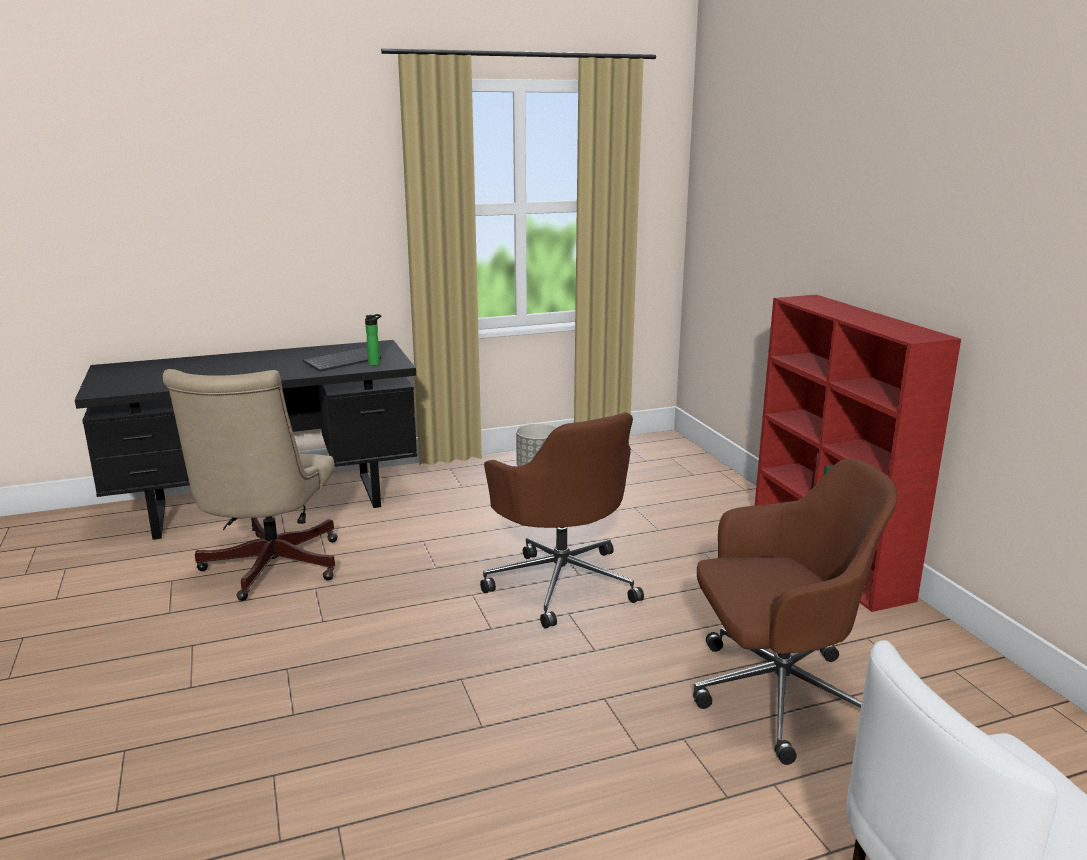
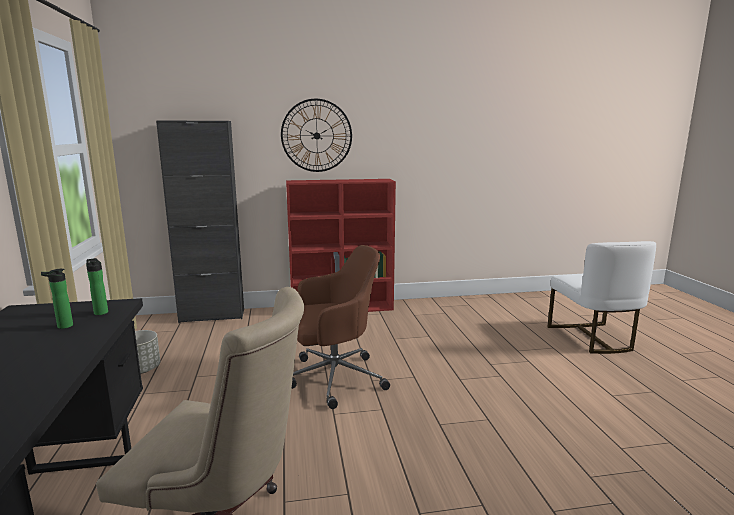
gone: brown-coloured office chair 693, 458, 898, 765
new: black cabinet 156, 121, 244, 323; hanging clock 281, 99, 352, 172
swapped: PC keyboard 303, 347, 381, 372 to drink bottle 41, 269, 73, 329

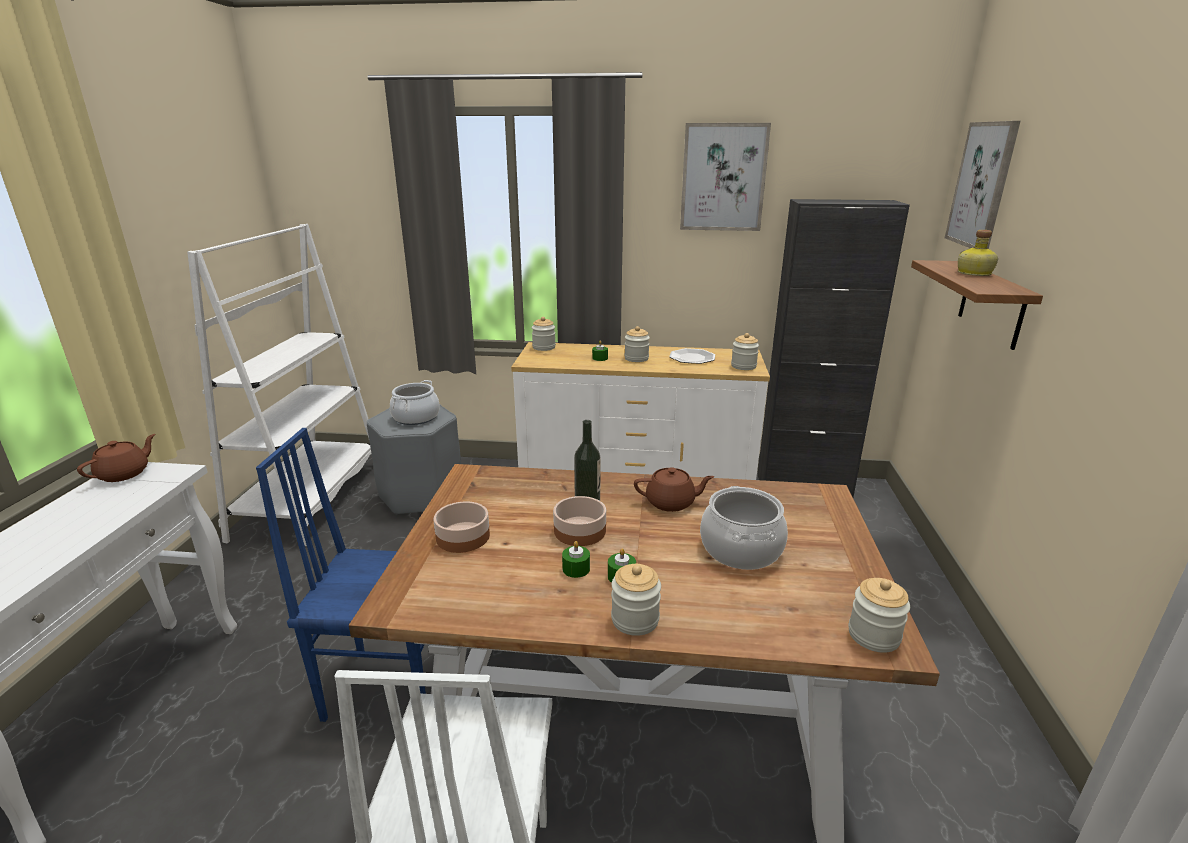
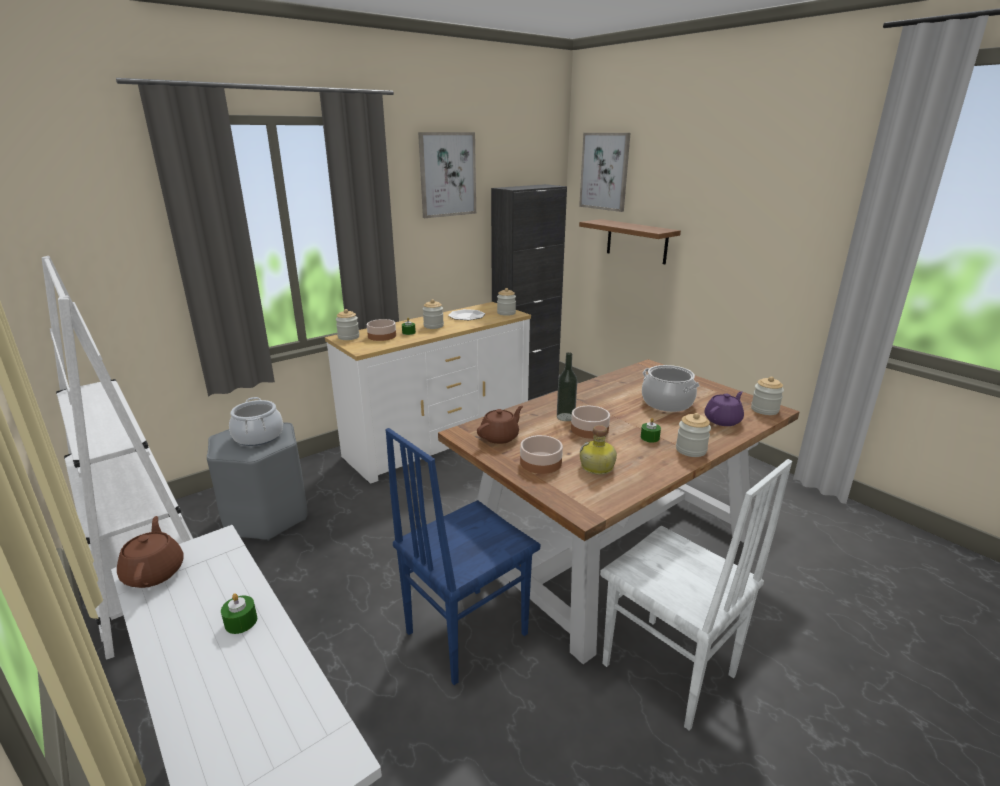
new: deep dish 367, 319, 396, 341; purple-coloured pot for tea 704, 391, 744, 426
shifted: green candle 562, 541, 590, 578 to 221, 593, 257, 634; brown-coloured pot for tea 634, 467, 715, 512 to 477, 406, 523, 444; drink bottle 958, 230, 998, 276 to 580, 425, 617, 474

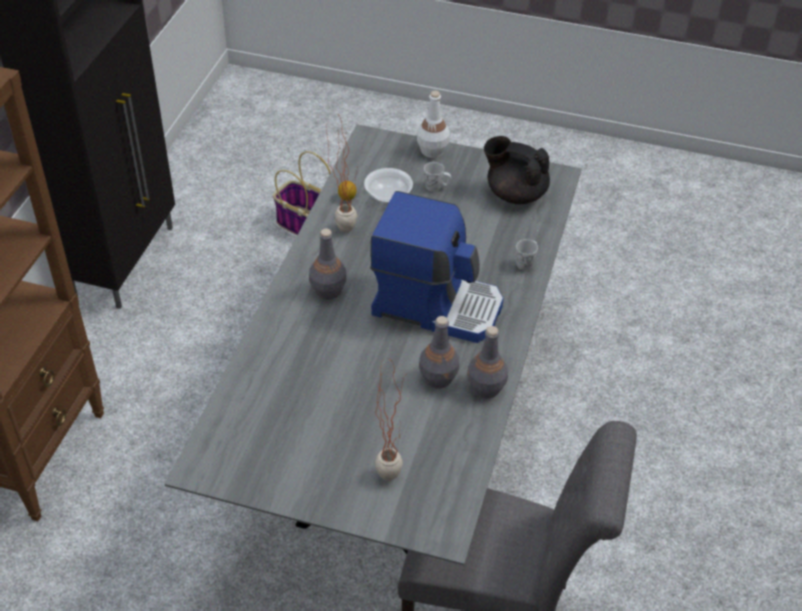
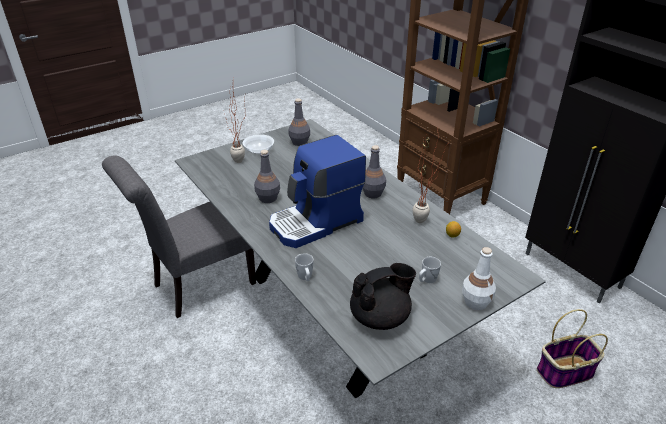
shifted: deep dish 364, 168, 413, 203 to 242, 134, 274, 154; grey drink bottle 467, 326, 508, 399 to 289, 98, 310, 146

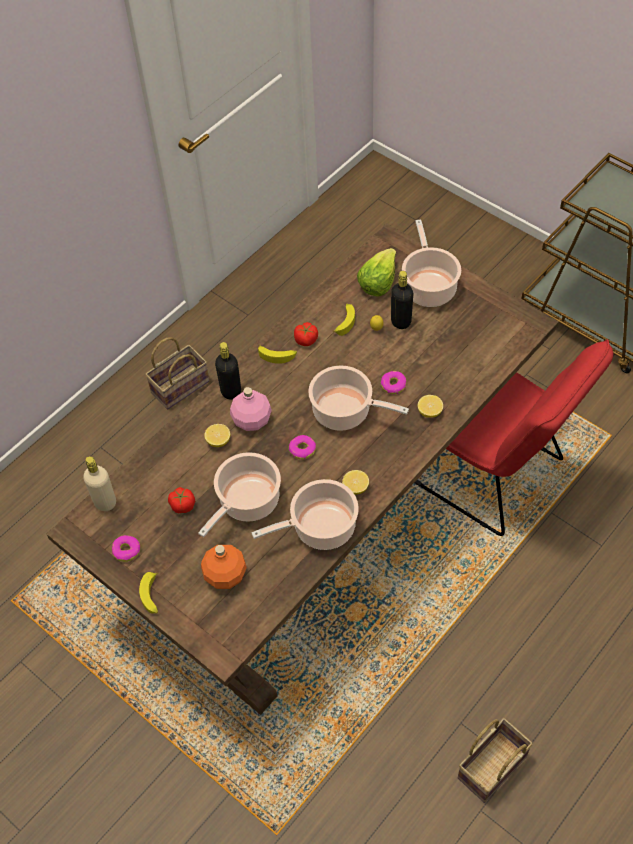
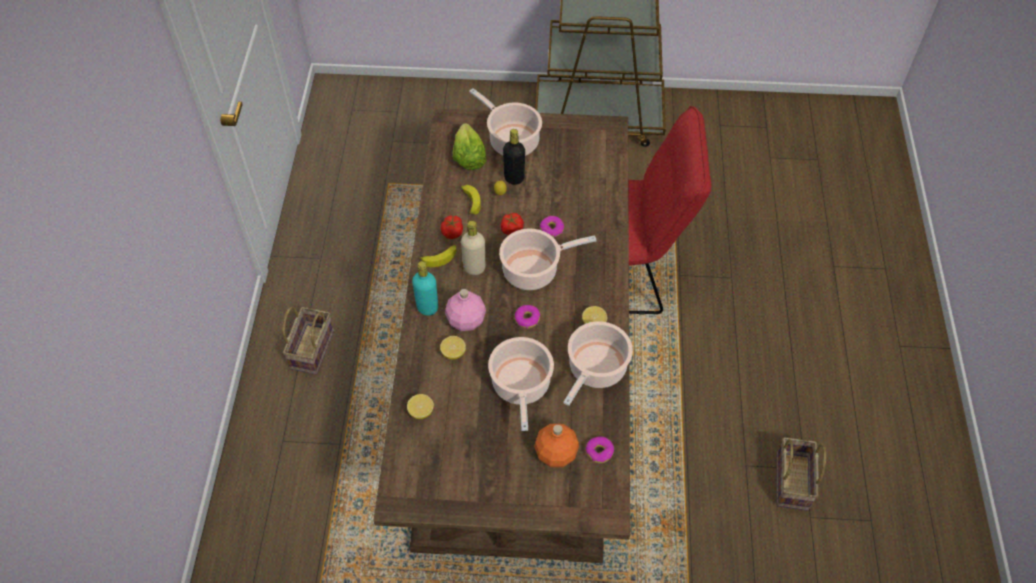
gone: banana fruit 139, 572, 158, 614
shifted: citrus fruit 418, 395, 443, 418 to 407, 394, 434, 419; beige-coloured drink bottle 83, 456, 116, 511 to 461, 221, 485, 275; fresh tomato 168, 487, 195, 513 to 501, 213, 524, 235; doughnut 112, 535, 140, 562 to 586, 436, 614, 463
repainted: black drink bottle 215, 342, 241, 400 to blue-green drink bottle 412, 261, 438, 316

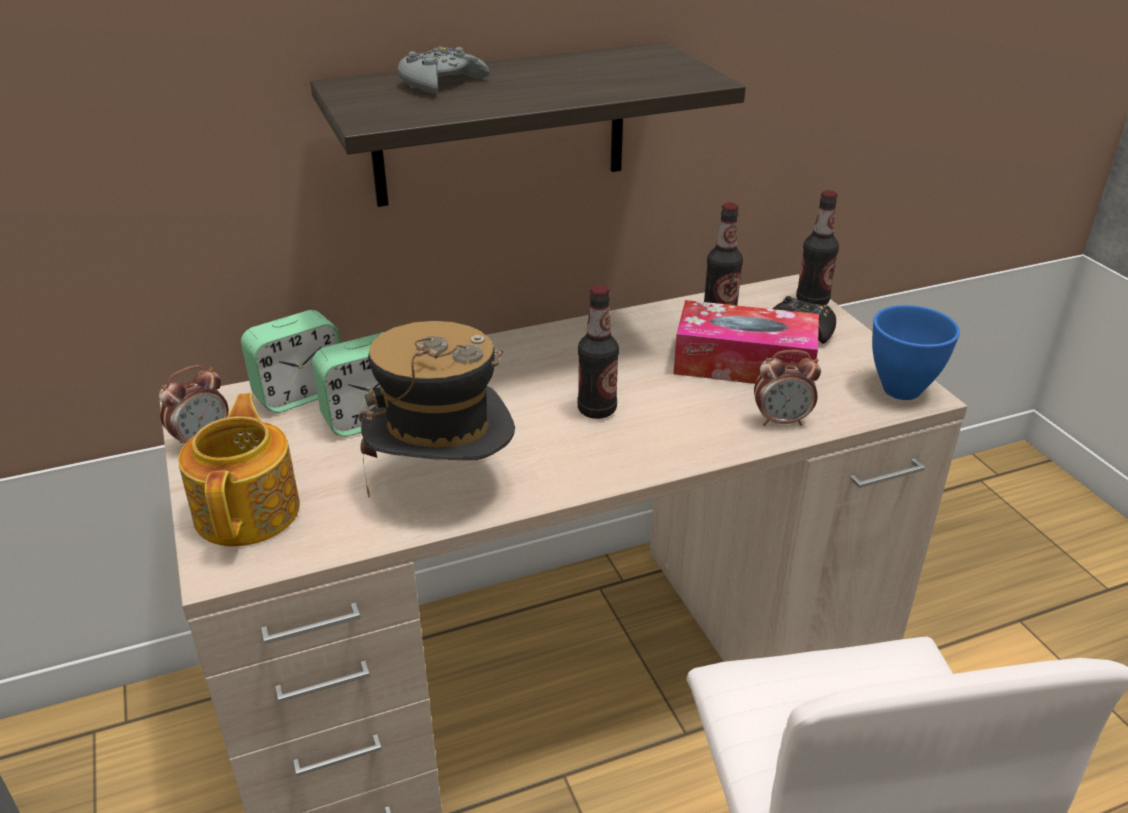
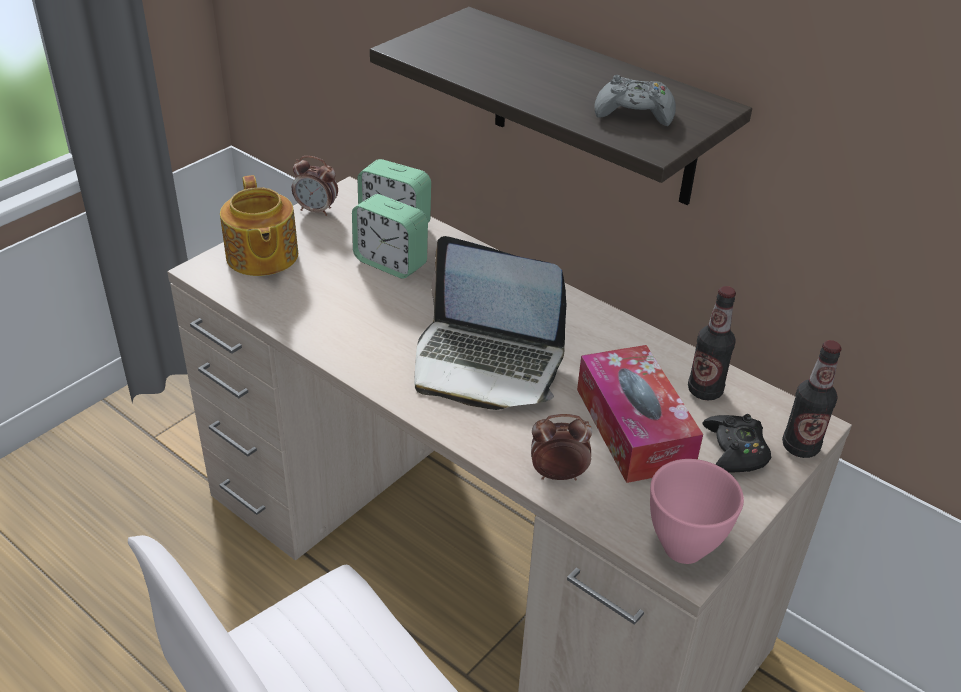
gone: hat 359, 321, 515, 498
shifted: grey game controller 398, 46, 489, 94 to 594, 75, 676, 126
swapped: drink bottle 577, 285, 619, 419 to portable computer 414, 236, 567, 410
repainted: blue deep dish 872, 305, 960, 400 to pink deep dish 650, 459, 744, 564
rotated: pot for tea 178, 393, 300, 547 = 220, 175, 298, 276 105 degrees clockwise; alarm clock 754, 350, 821, 426 = 531, 414, 592, 481 120 degrees clockwise

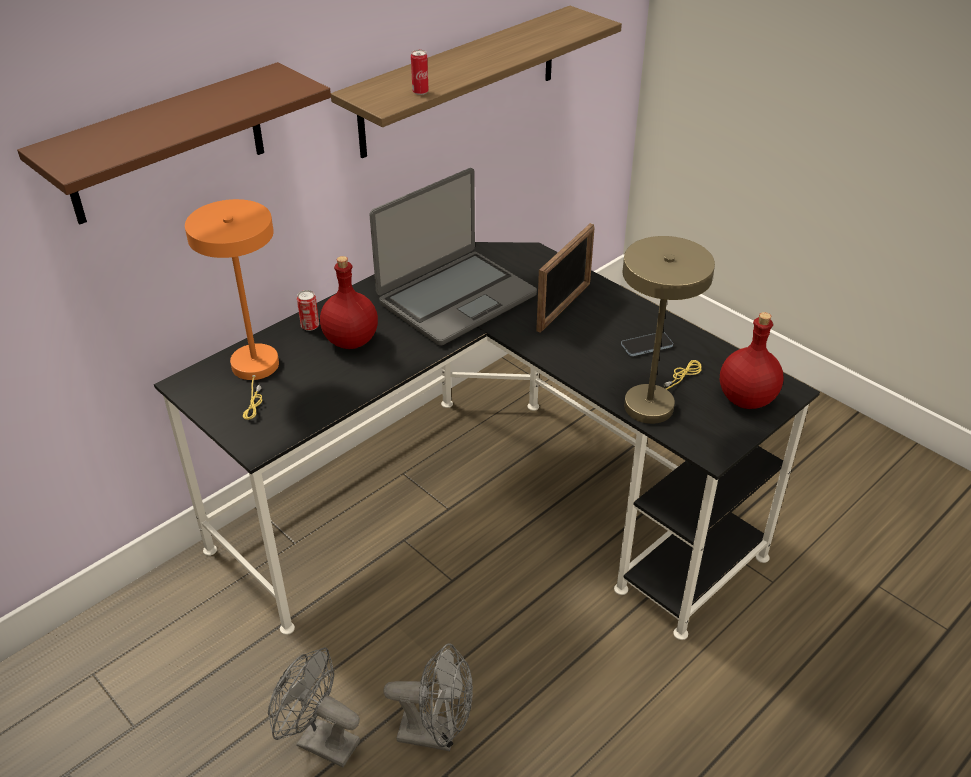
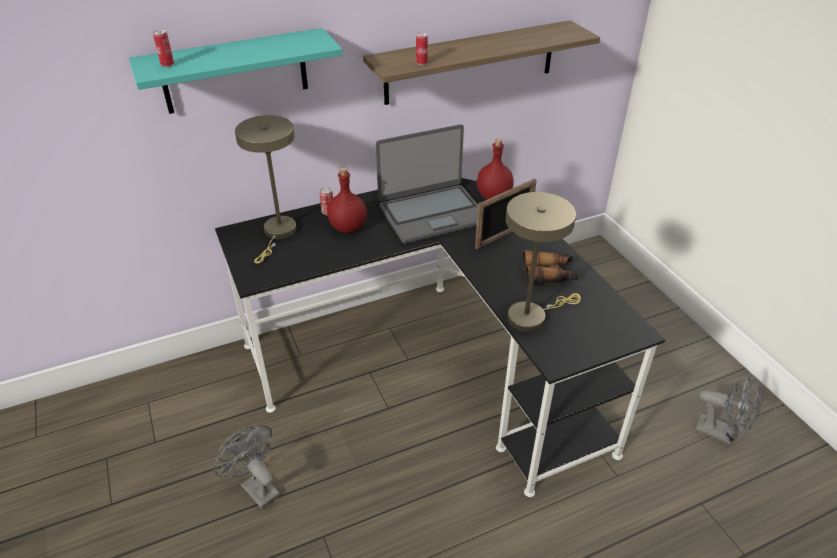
new: sealed can 153, 30, 174, 67
shifted: reddish drink bottle 720, 312, 783, 409 to 477, 139, 514, 199; grey fan 384, 643, 473, 751 to 695, 375, 762, 444
swapped: phone 621, 332, 673, 356 to field glasses 522, 250, 578, 286
repainted: brown-coloured shelf 17, 62, 331, 224 to blue-green shelf 129, 28, 343, 114; orange-coloured table lamp 185, 199, 279, 420 to beige-coloured table lamp 235, 115, 296, 263

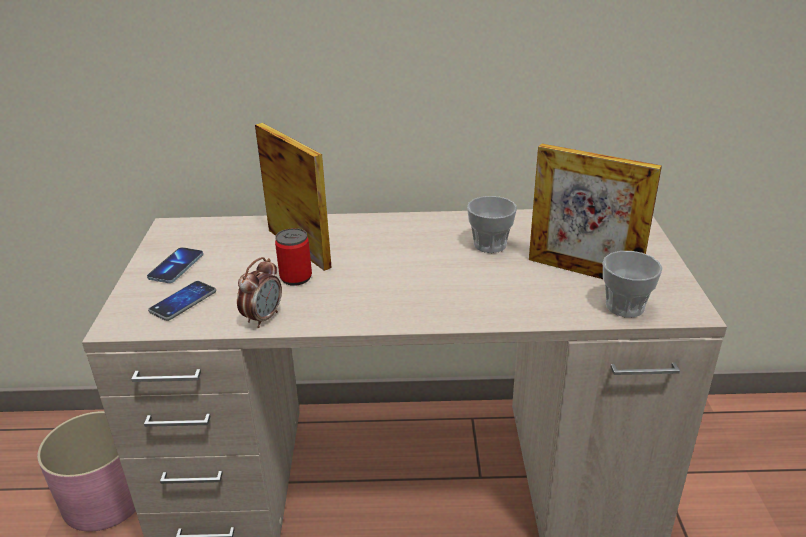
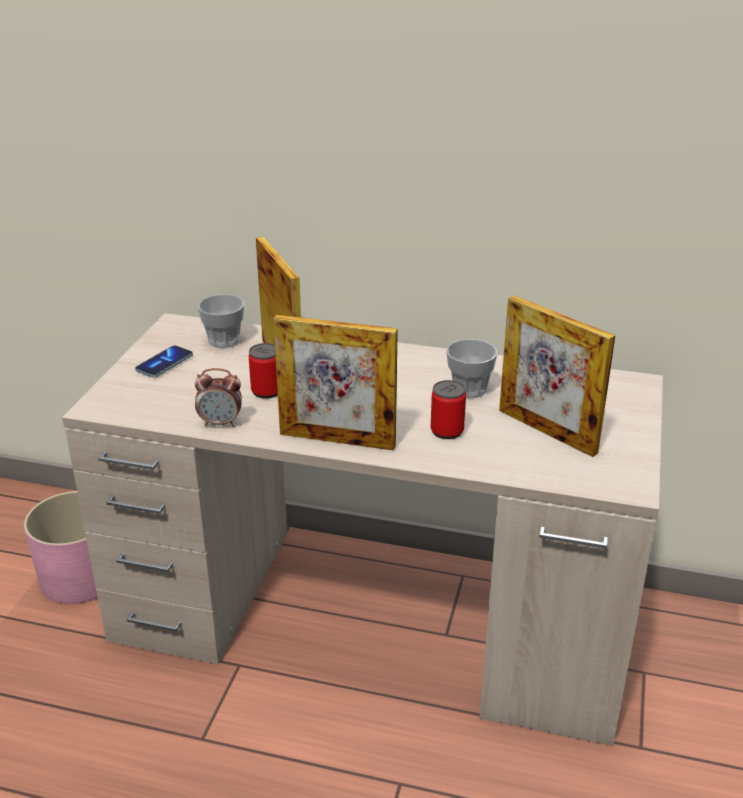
gone: phone 148, 281, 216, 321
new: standing frame 273, 315, 398, 451; sealed can 431, 380, 466, 439
shifted: small cup 603, 251, 663, 317 to 198, 294, 244, 348
rotated: alarm clock 237, 257, 282, 328 = 195, 368, 242, 427 45 degrees clockwise

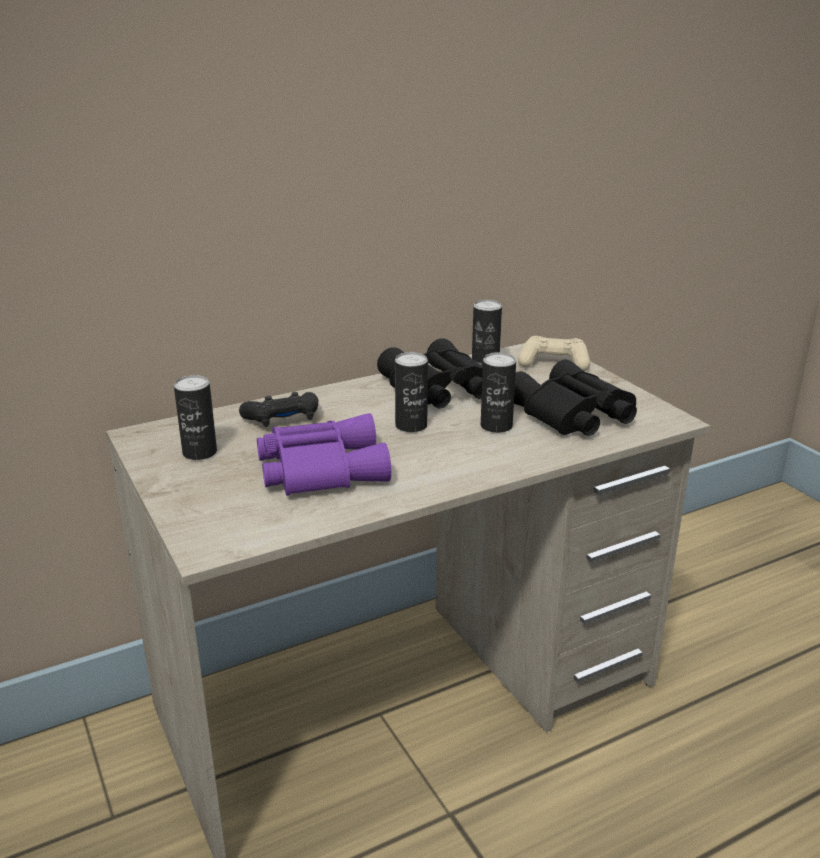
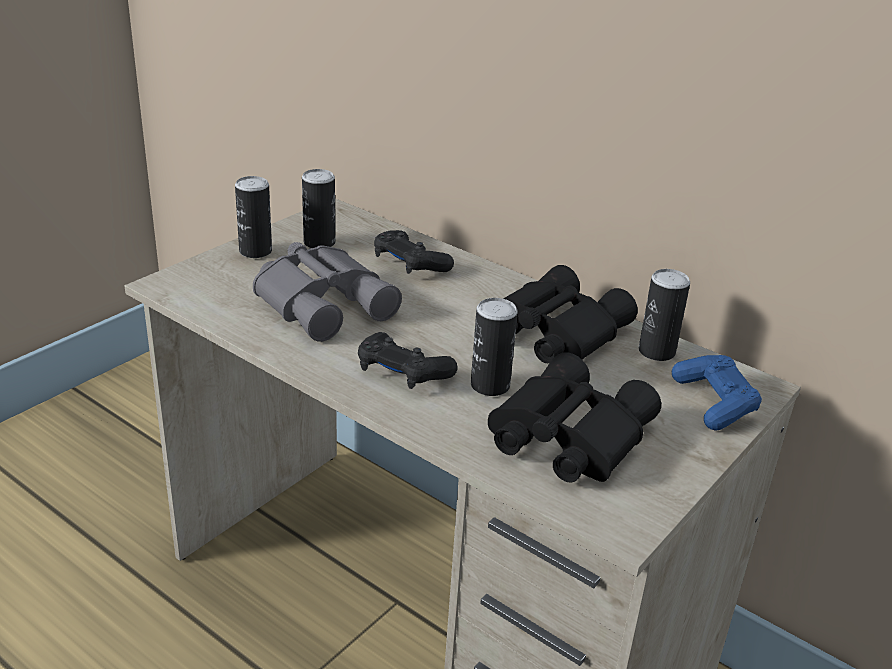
new: black game controller 358, 332, 457, 389
shifted: sealed can 395, 352, 428, 432 to 235, 176, 272, 258
repainted: purple-coloured field glasses 257, 413, 391, 496 to grey field glasses 253, 242, 402, 342; beige-coloured game controller 518, 336, 590, 371 to blue game controller 672, 355, 762, 431

